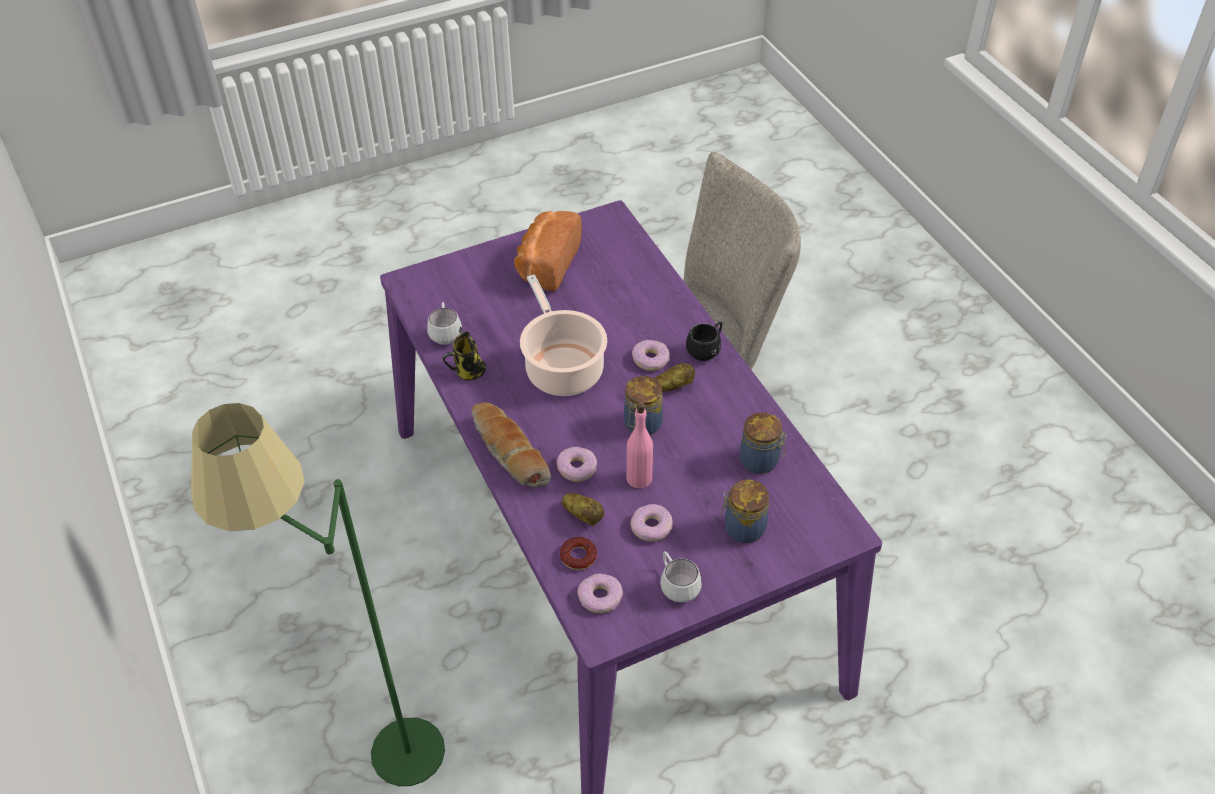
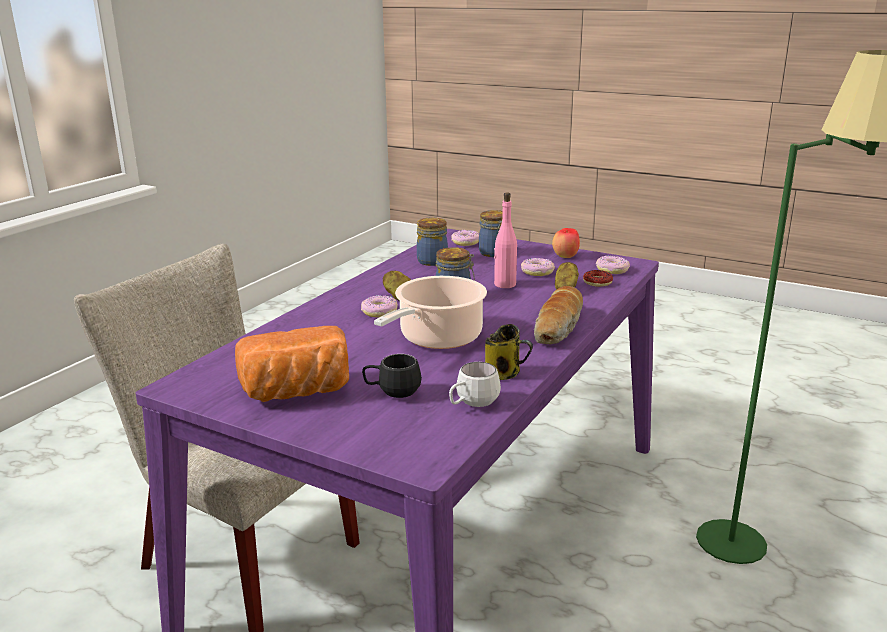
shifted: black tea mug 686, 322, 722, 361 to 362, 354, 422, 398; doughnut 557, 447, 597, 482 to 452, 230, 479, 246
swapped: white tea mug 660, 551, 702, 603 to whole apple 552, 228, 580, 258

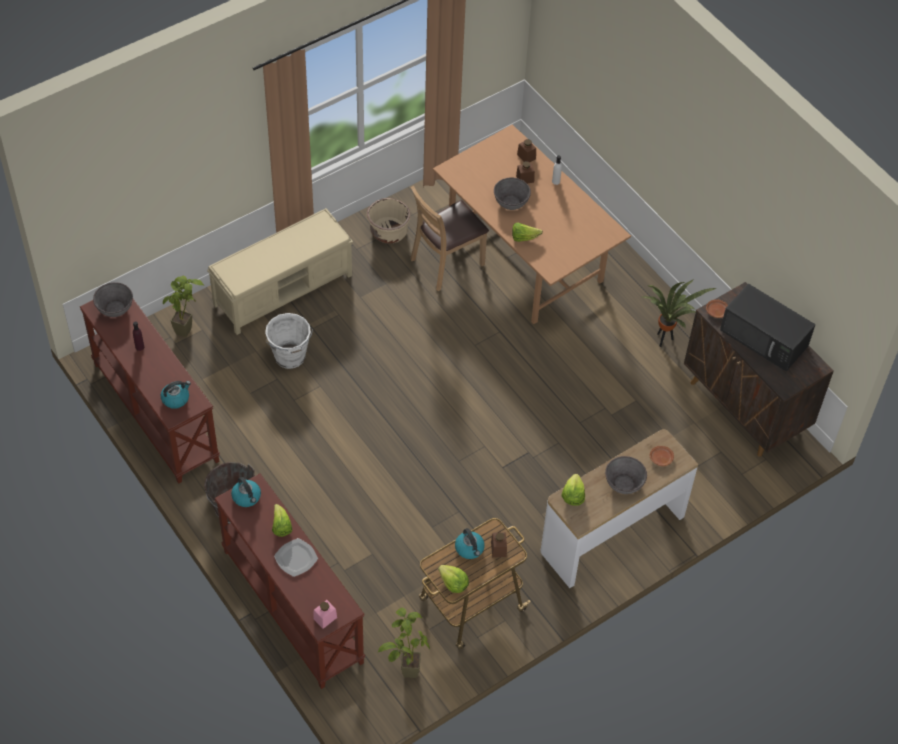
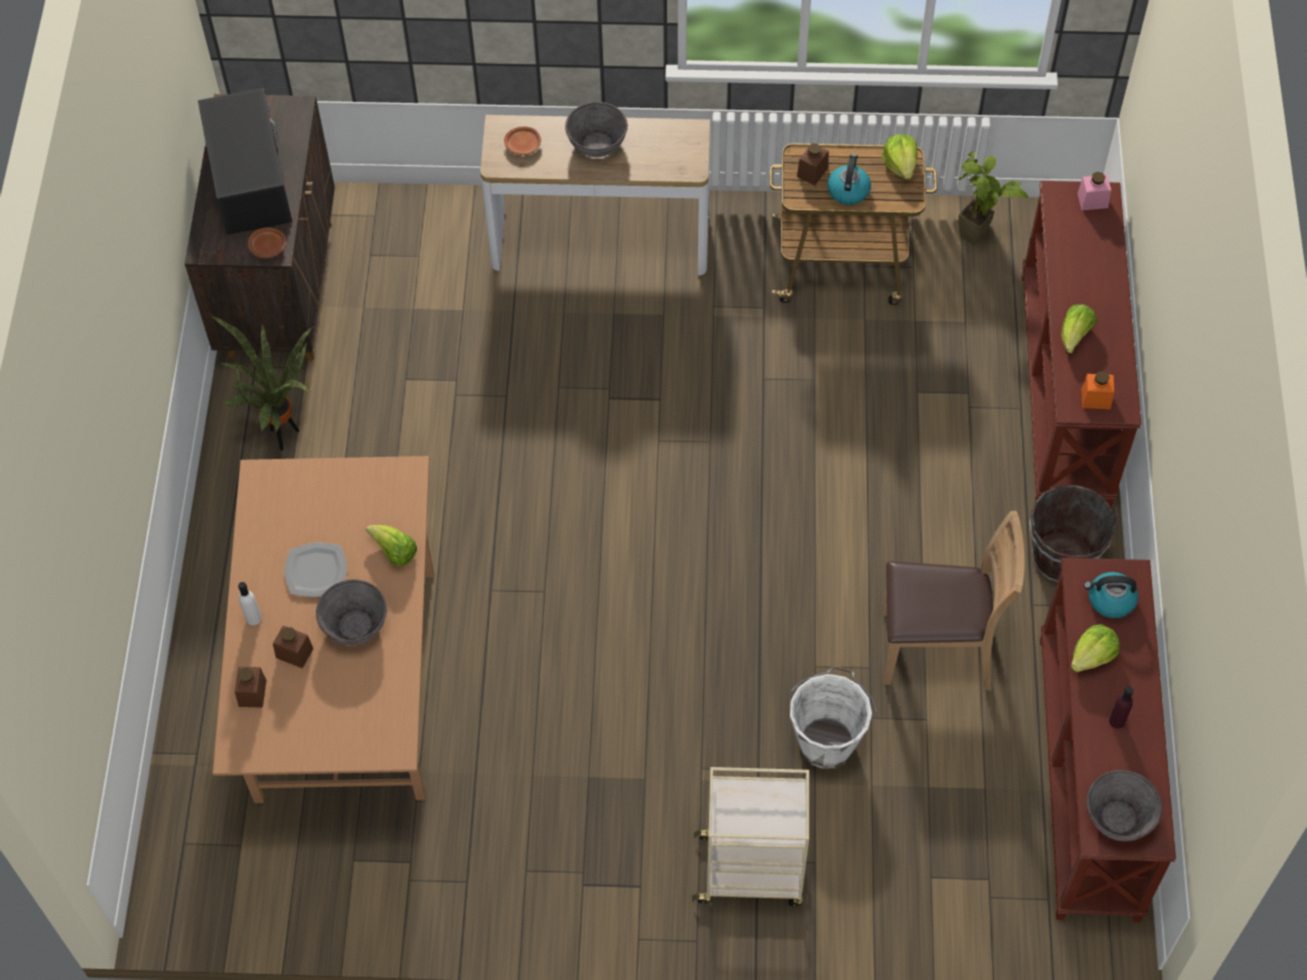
gone: potted plant 163, 276, 204, 337; beige-coloured flower pot 366, 198, 411, 244
shifted: dinner plate 274, 538, 318, 577 to 284, 543, 347, 597; brown-coloured chair 410, 186, 489, 291 to 882, 511, 1025, 691; lettuce 562, 474, 585, 506 to 1071, 624, 1120, 672
swapped: beige-coloured indoor bench 207, 208, 353, 335 to beige-coloured cart 692, 767, 809, 907; water kettle 231, 477, 261, 507 to orange-coloured jar 1082, 371, 1114, 409

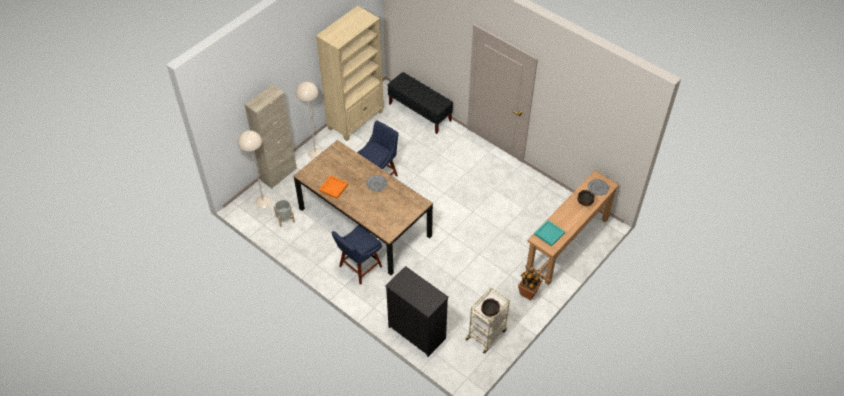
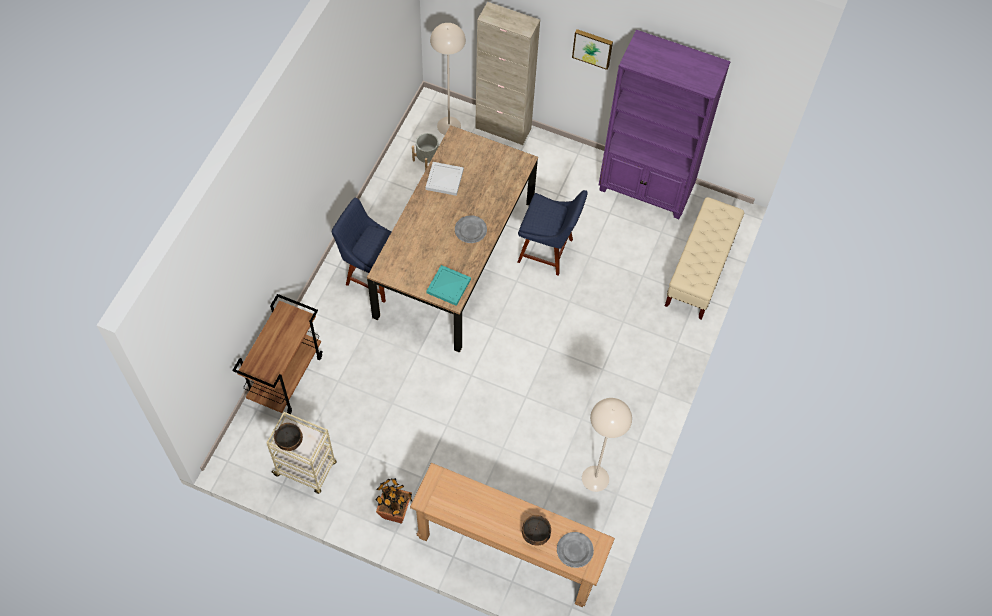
new: picture 572, 29, 613, 70
shifted: blue-green tray 534, 220, 565, 246 to 426, 265, 471, 306; beige-coloured standing lamp 295, 82, 323, 159 to 582, 398, 632, 492
swapped: black dresser 385, 266, 449, 357 to brown-coloured cart 232, 294, 323, 414
repainted: orange-coloured tray 319, 175, 348, 199 to white tray 425, 162, 464, 196; beige-coloured shelving unit 316, 6, 384, 141 to purple-coloured shelving unit 599, 30, 731, 219; black indoor bench 387, 72, 453, 134 to beige-coloured indoor bench 665, 197, 744, 320

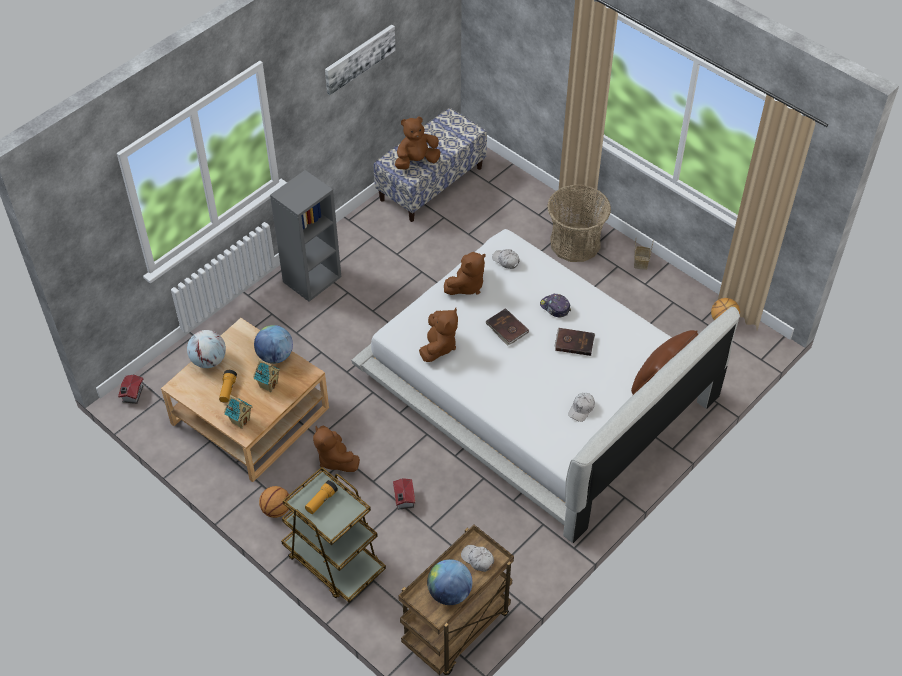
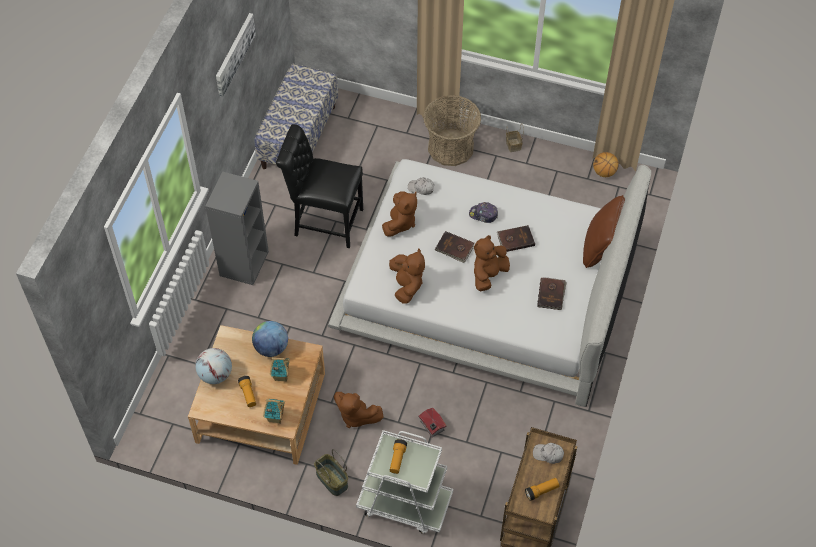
gone: model house 118, 375, 144, 404
new: black chair 276, 124, 363, 248
shifted: brown-coloured cuddly toy 395, 116, 441, 169 to 474, 235, 510, 291
swapped: basketball ball 259, 486, 290, 518 to household basket 314, 449, 348, 496; desk globe 427, 559, 472, 605 to hand torch 525, 478, 560, 501; white baseball cap 568, 393, 595, 422 to brown-coloured book 537, 277, 567, 310
repainted: brown-coloured cart 281, 467, 386, 602 to white cart 356, 430, 453, 533

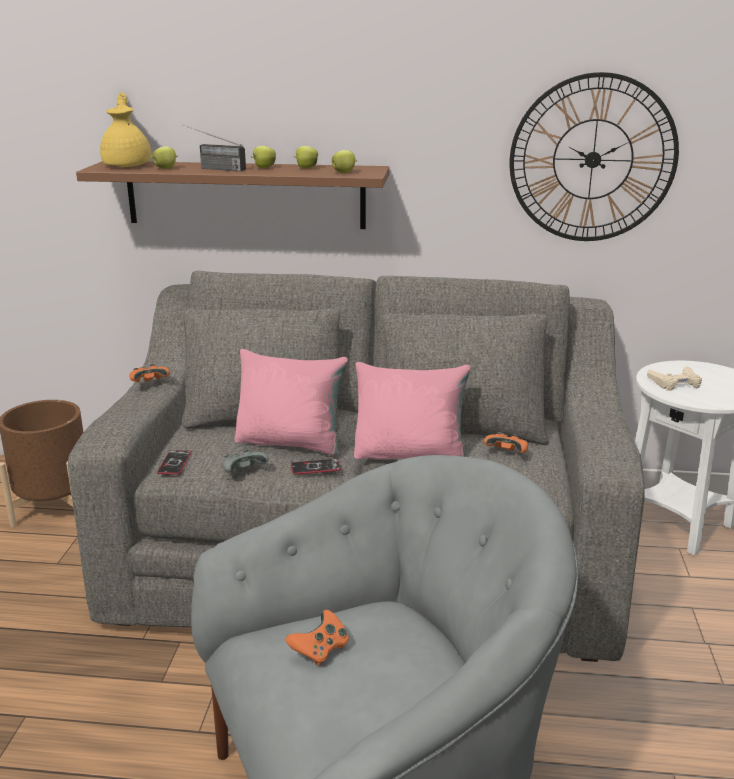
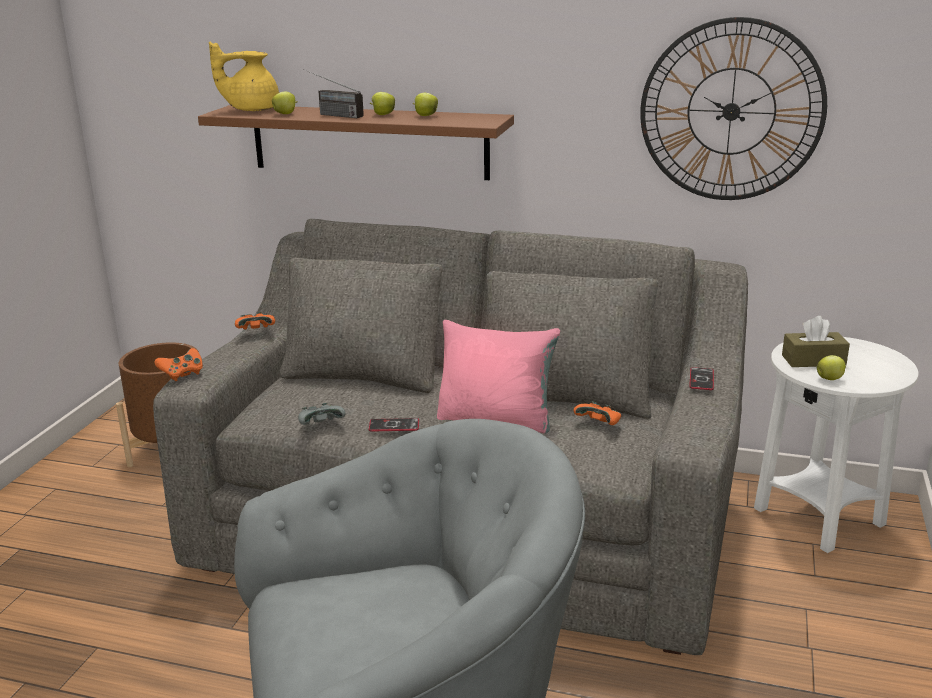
gone: pink cushion 235, 349, 348, 455
shifted: orange-coloured game controller 286, 610, 349, 666 to 154, 348, 203, 381; phone 157, 450, 191, 475 to 689, 367, 714, 390; whole apple 332, 150, 357, 173 to 817, 355, 846, 380
swapped: beige-coloured game controller 647, 366, 702, 391 to brown-coloured box of tissues 782, 316, 850, 367
rotated: yellow-coloured pot for tea 100, 92, 152, 167 = 209, 42, 279, 111 105 degrees counterclockwise

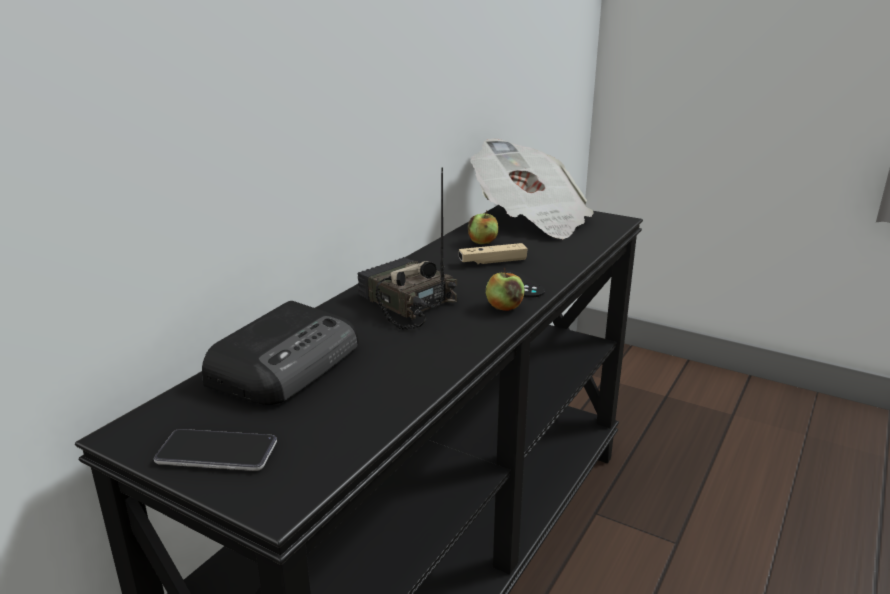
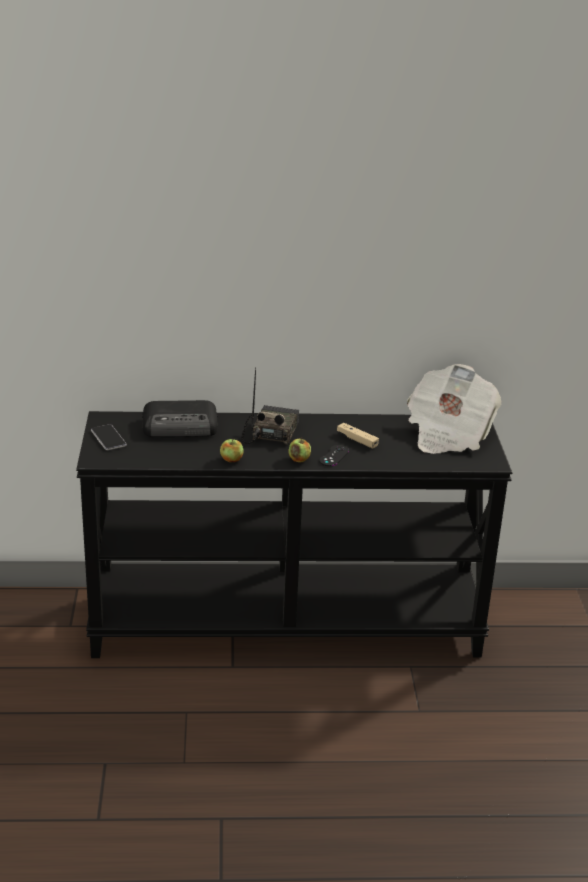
shifted: whole apple 468, 211, 498, 245 to 220, 439, 243, 463

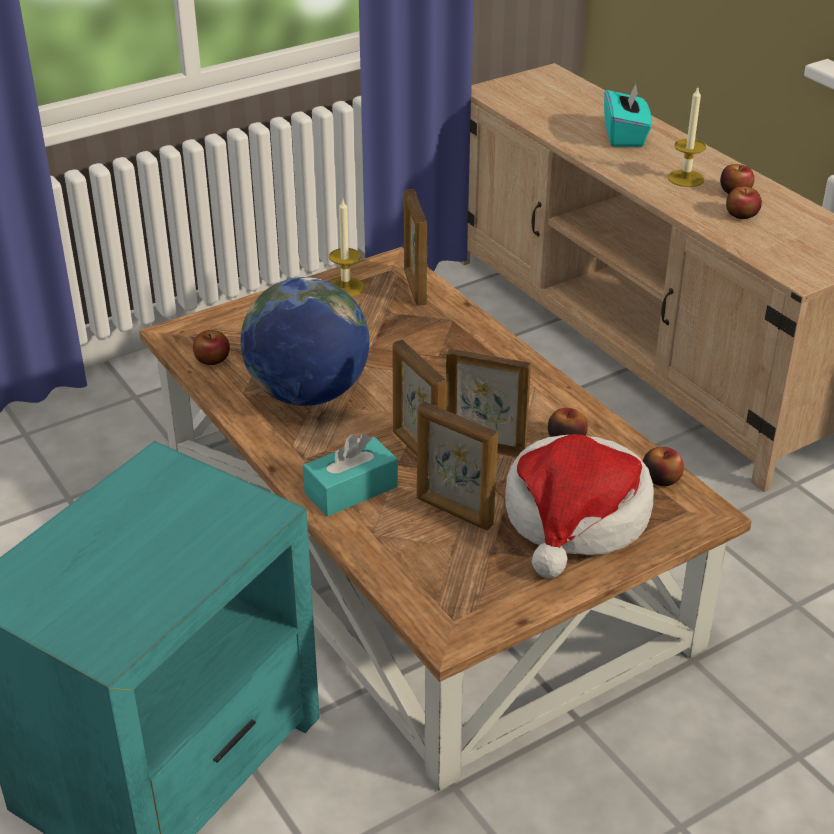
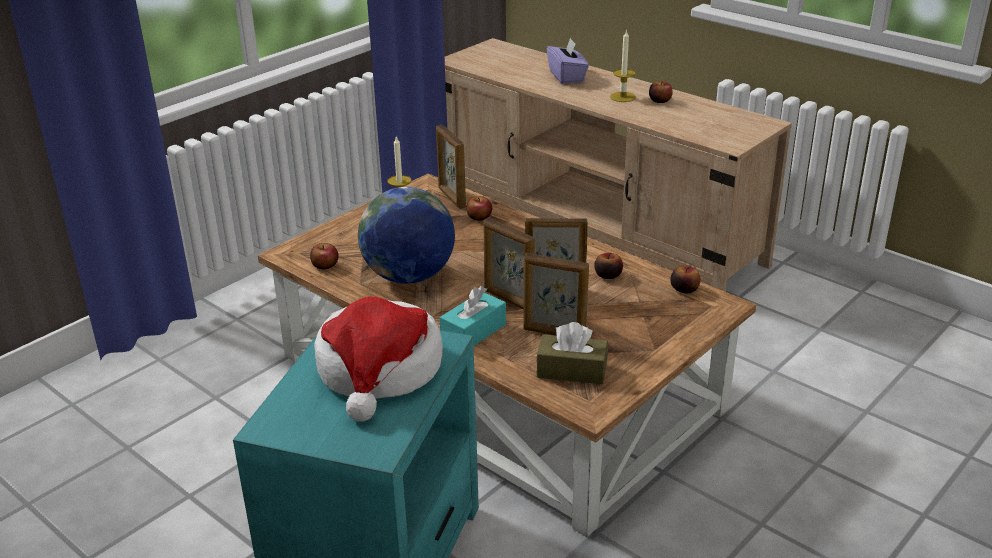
new: brown-coloured box of tissues 536, 322, 608, 384
shifted: hat 505, 434, 654, 578 to 314, 297, 443, 421; whole apple 726, 186, 762, 219 to 466, 196, 492, 221
repainted: blue-green box of tissues 604, 84, 652, 147 to purple-coloured box of tissues 547, 37, 589, 84

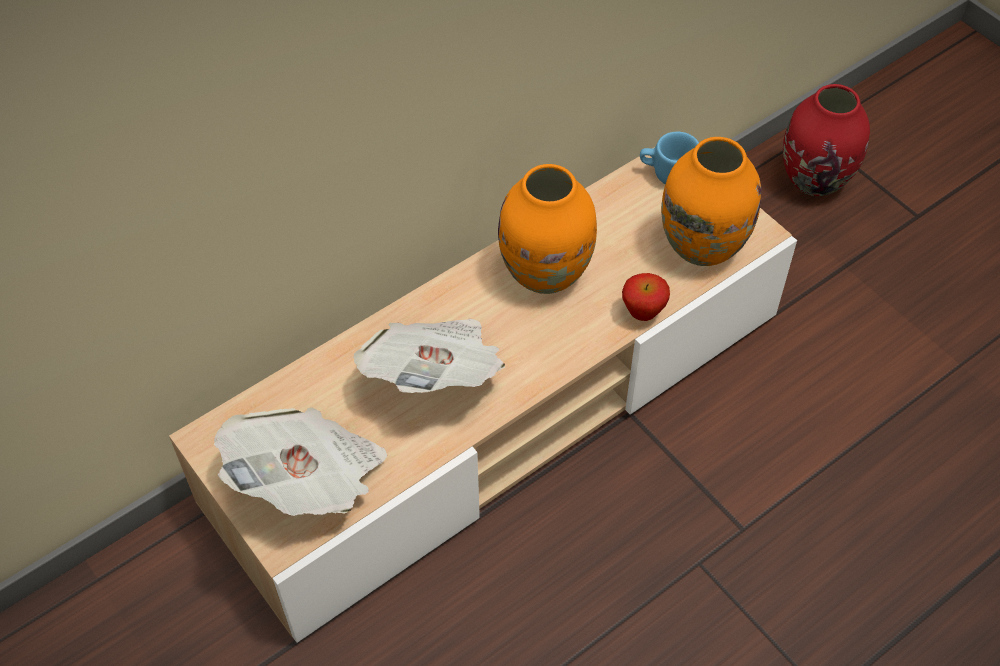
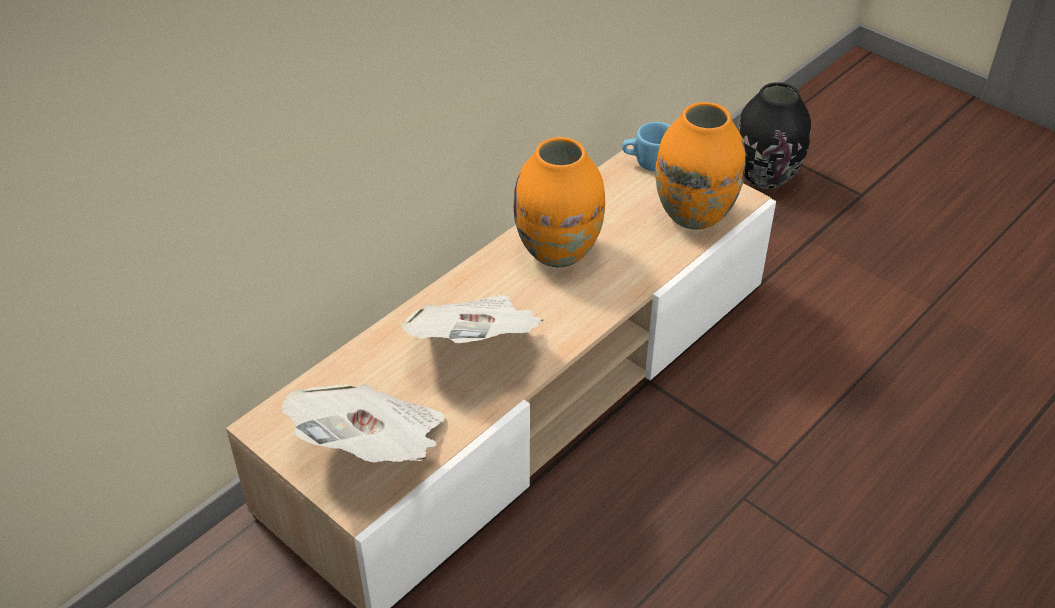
gone: whole apple 622, 273, 670, 321
repainted: reddish vase 783, 84, 870, 196 to black vase 737, 82, 811, 189

